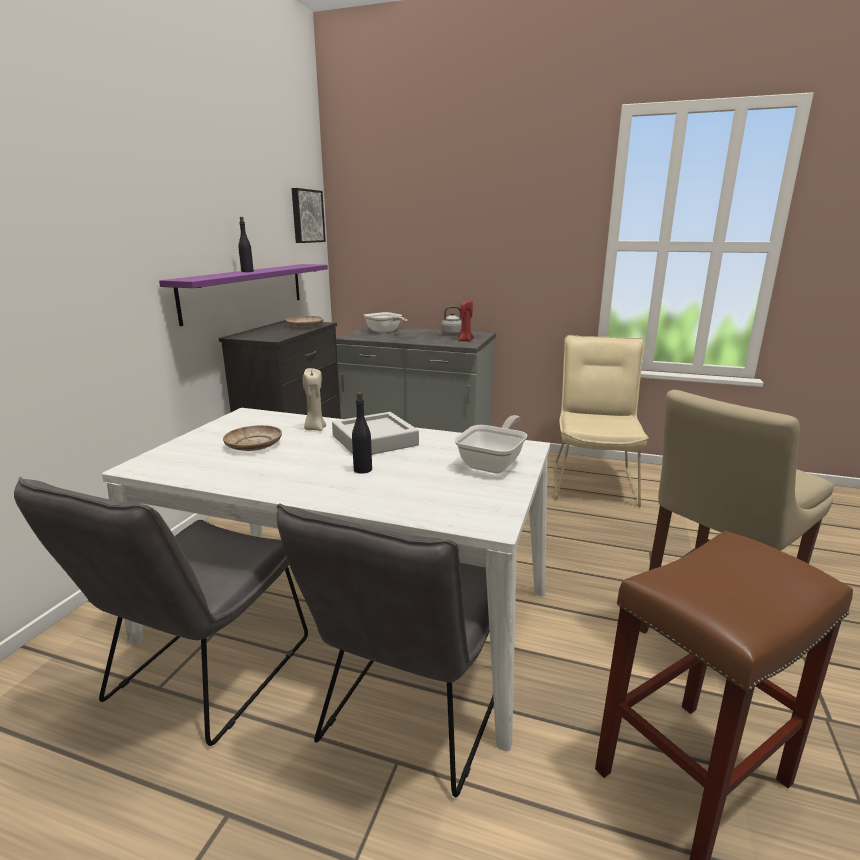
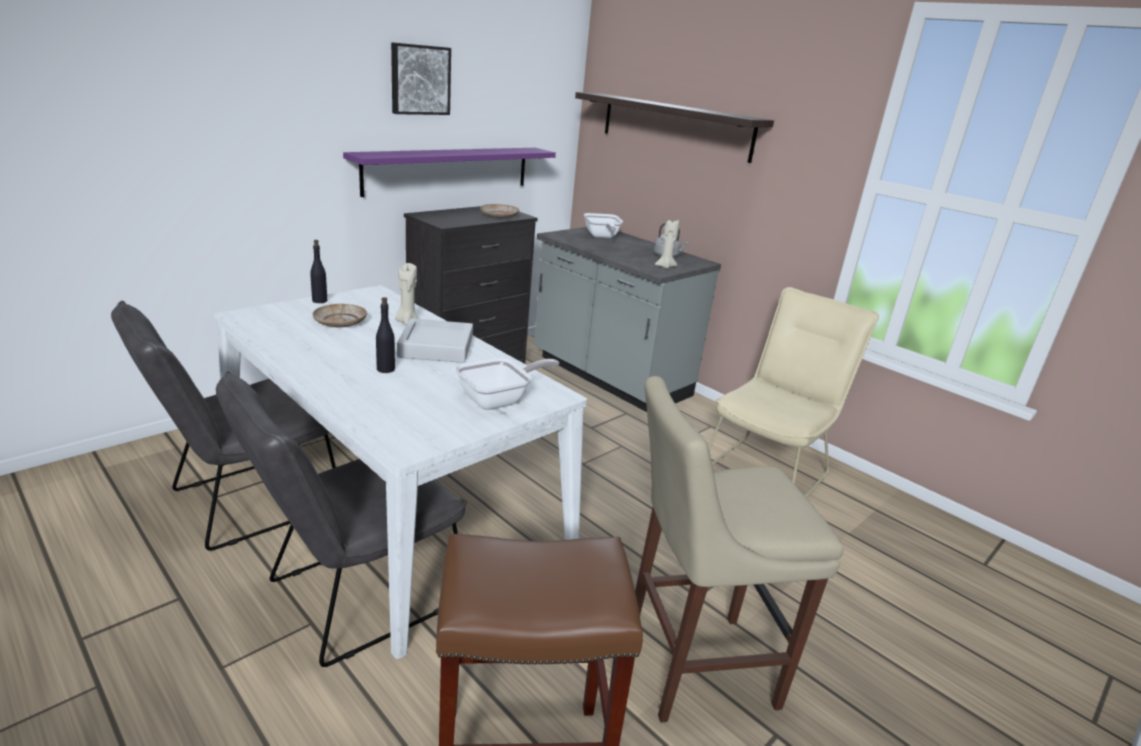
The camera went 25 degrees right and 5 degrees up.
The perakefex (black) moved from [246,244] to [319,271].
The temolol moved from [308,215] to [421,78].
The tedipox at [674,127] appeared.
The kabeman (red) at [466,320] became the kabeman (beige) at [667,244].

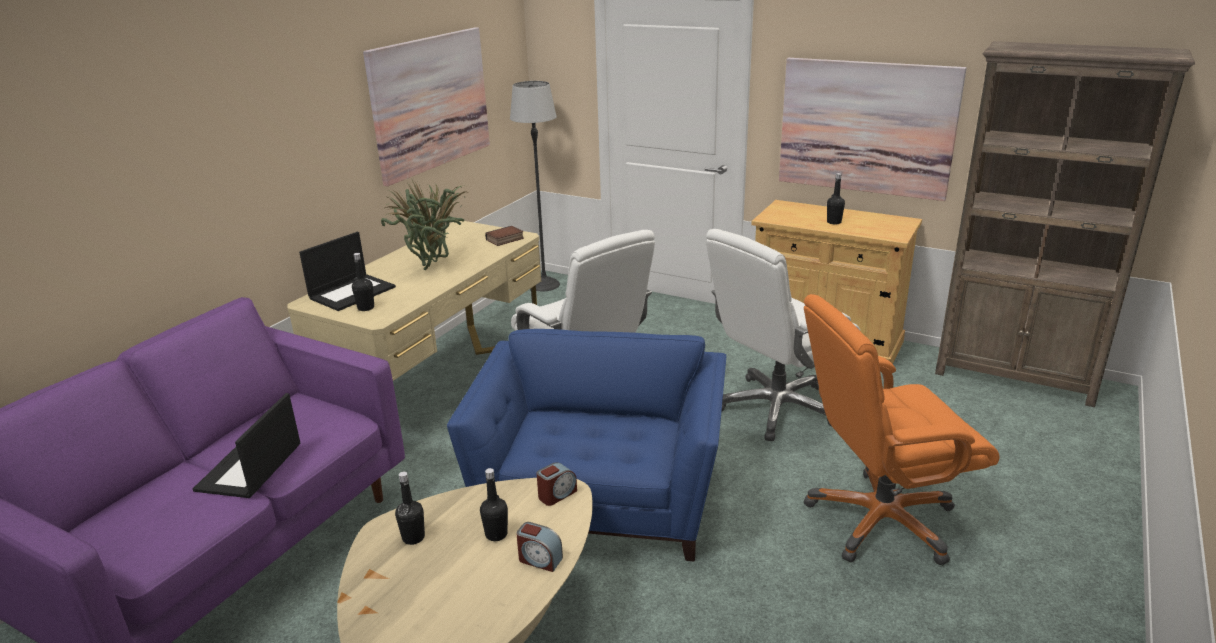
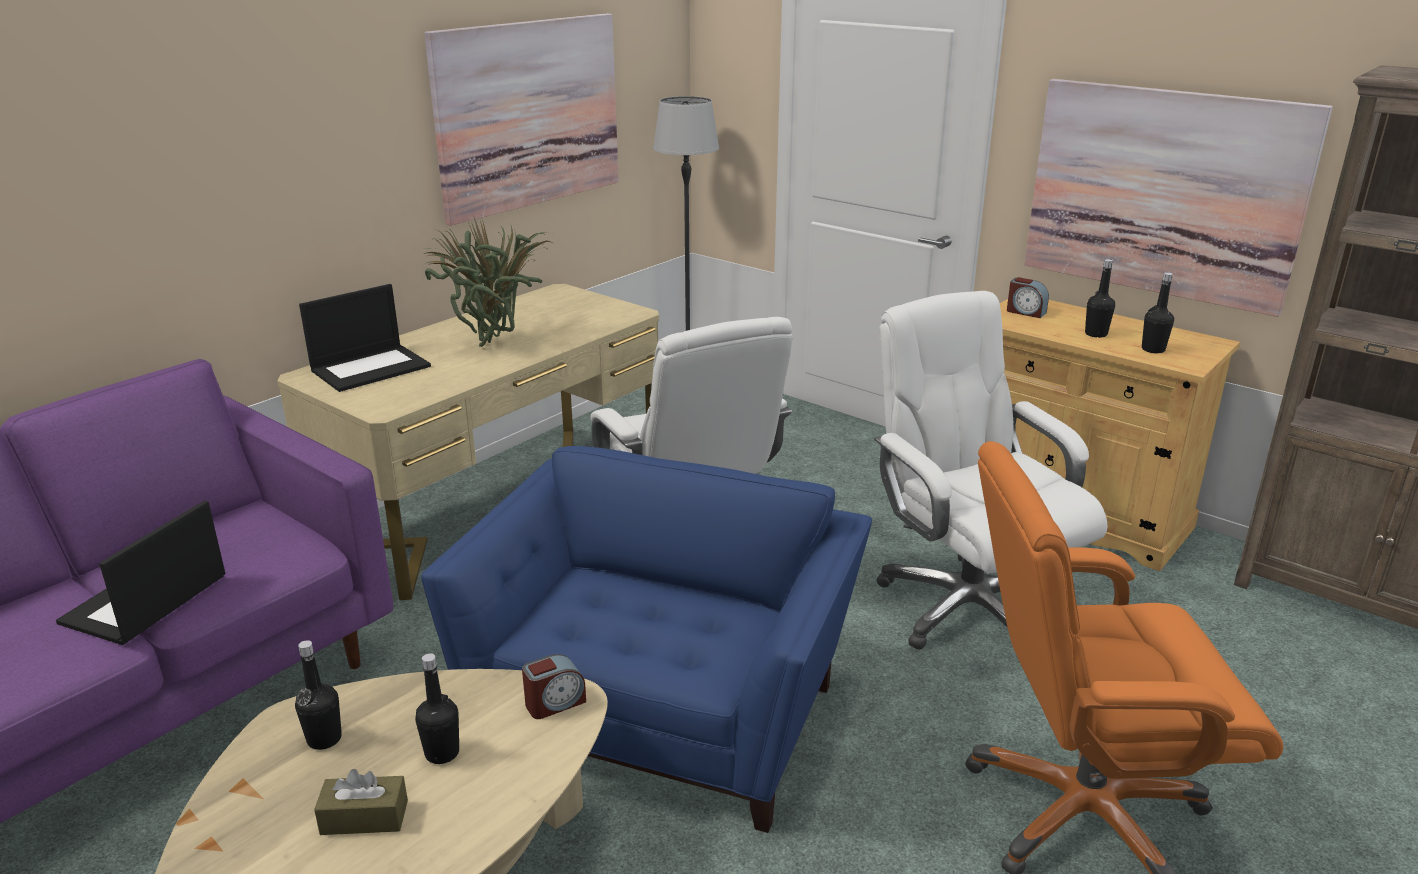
The camera went 10 degrees right and 0 degrees up.
The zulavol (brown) at [361,802] appeared.
The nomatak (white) at [783,335] turned 90 degrees clockwise.
The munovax moved from [539,547] to [1028,297].
The perakefex (black) moved from [363,282] to [1158,312].
The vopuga at [504,236] disappeared.

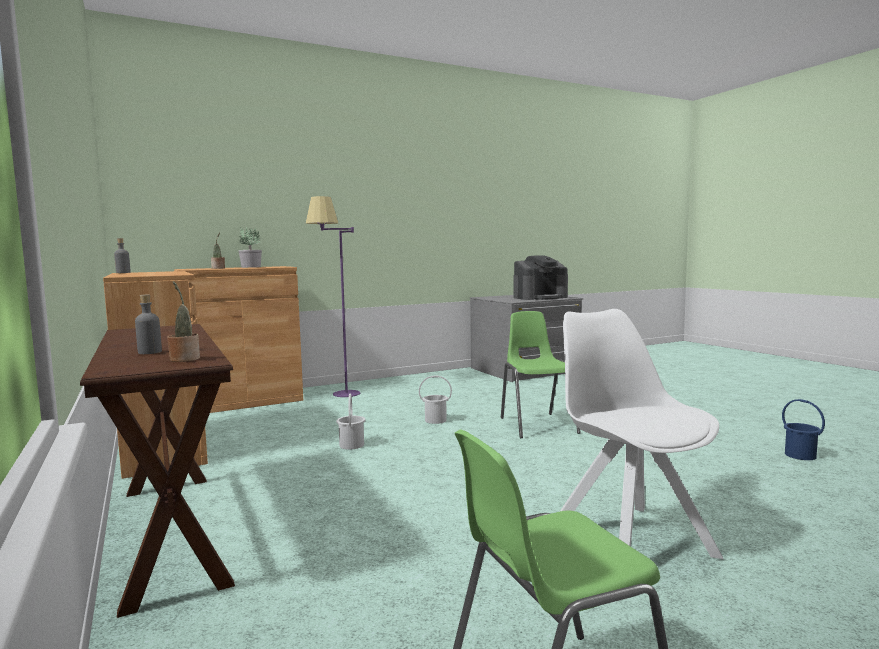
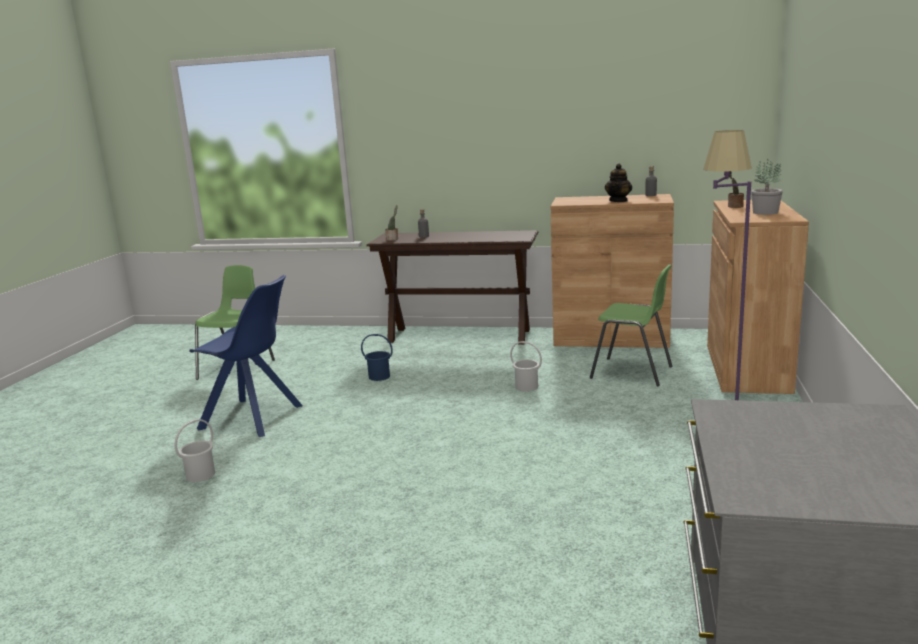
The camera went 130 degrees right and 10 degrees up.
The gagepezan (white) moved from [435,400] to [195,450].
The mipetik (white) at [642,434] became the mipetik (blue) at [246,356].
The gagepezan (blue) moved from [803,429] to [377,357].
The mipetik (green) moved from [541,374] to [631,325].
The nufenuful at [618,182] appeared.
The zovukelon at [541,277] disappeared.

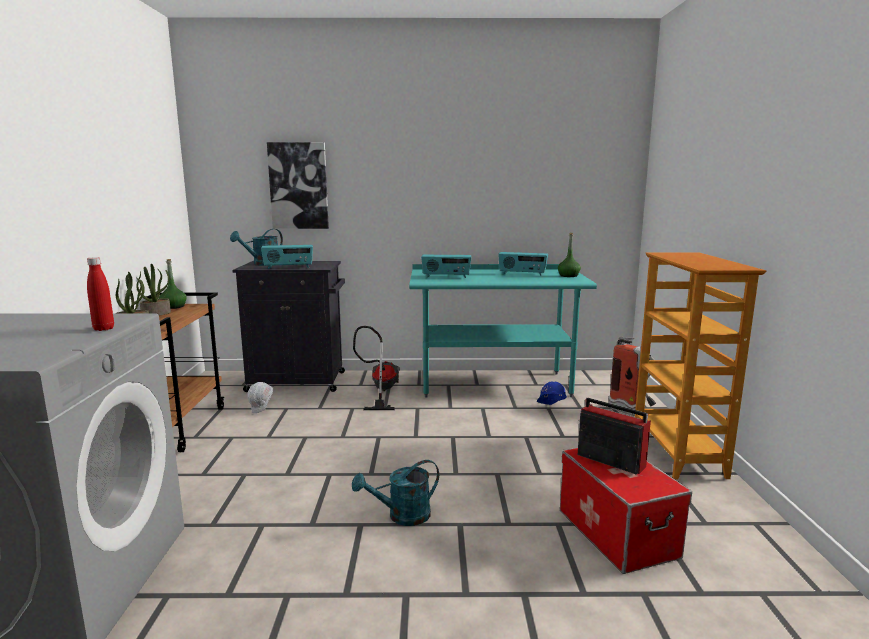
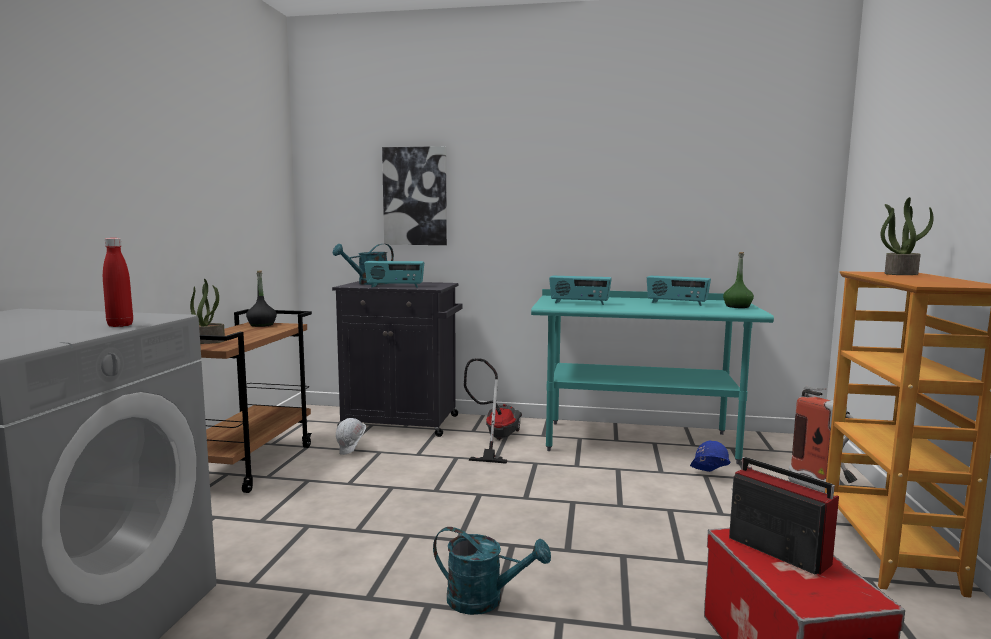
The camera went 10 degrees right and 5 degrees down.
The perakefex (green) at [173,284] became the perakefex (black) at [261,298].
The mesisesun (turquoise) at [395,493] turned 150 degrees counterclockwise.
The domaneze moved from [153,289] to [907,236].

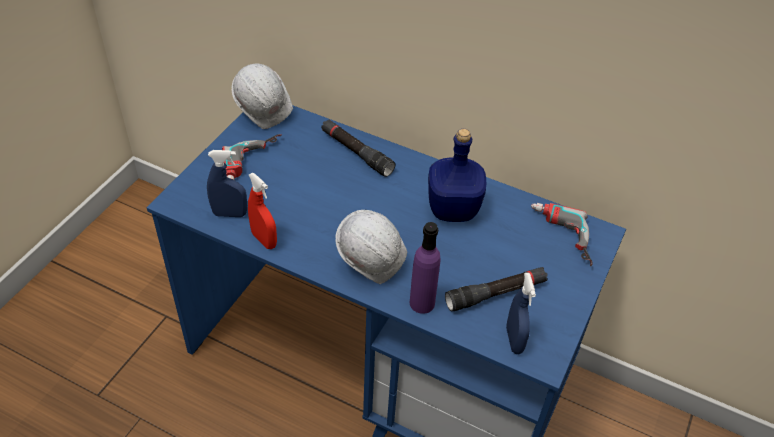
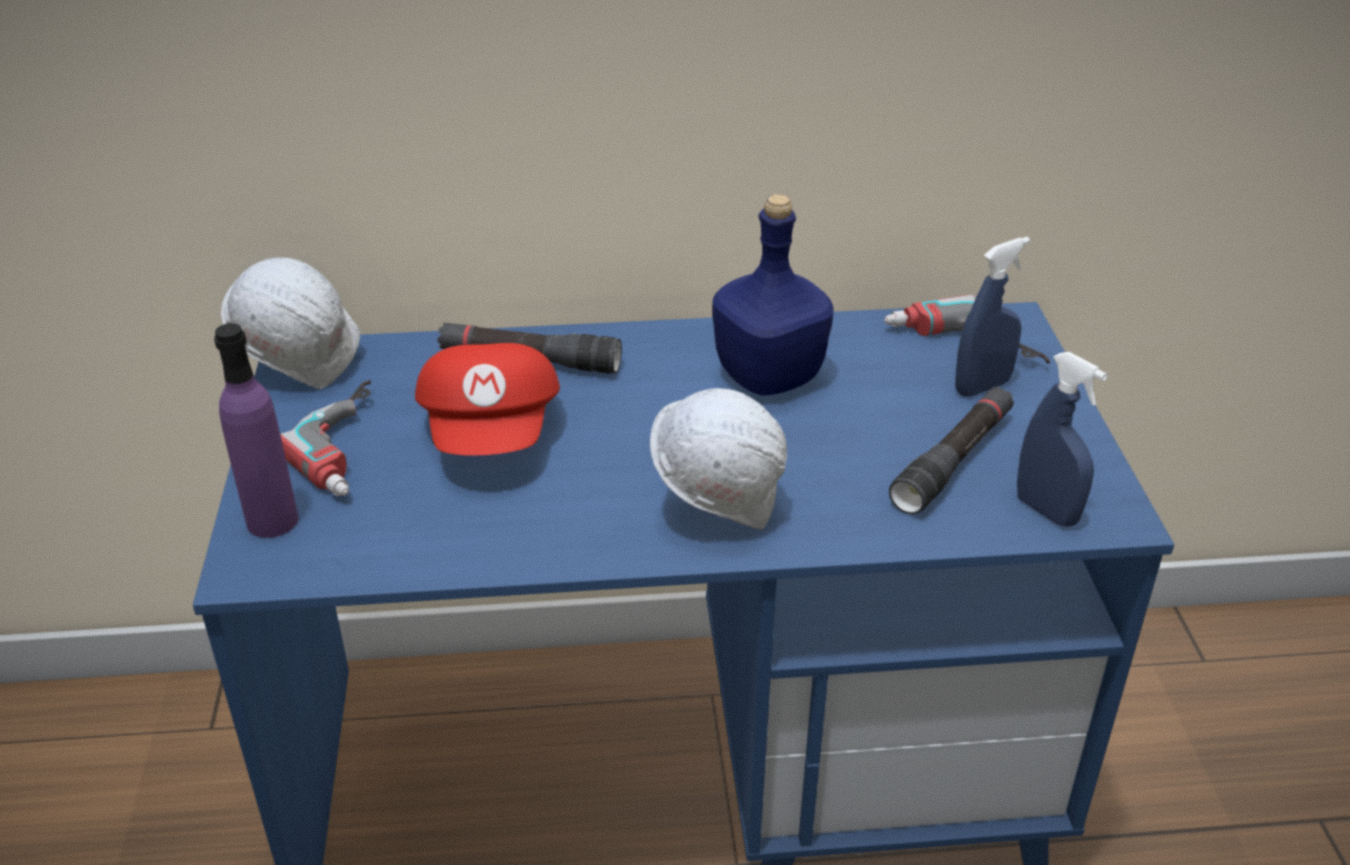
The camera went 30 degrees left and 10 degrees down.
The perakefex (purple) moved from [425,268] to [256,430].
The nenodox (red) at [487,399] appeared.
The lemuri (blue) moved from [227,183] to [992,316].
The lemuri (red) at [262,211] disappeared.

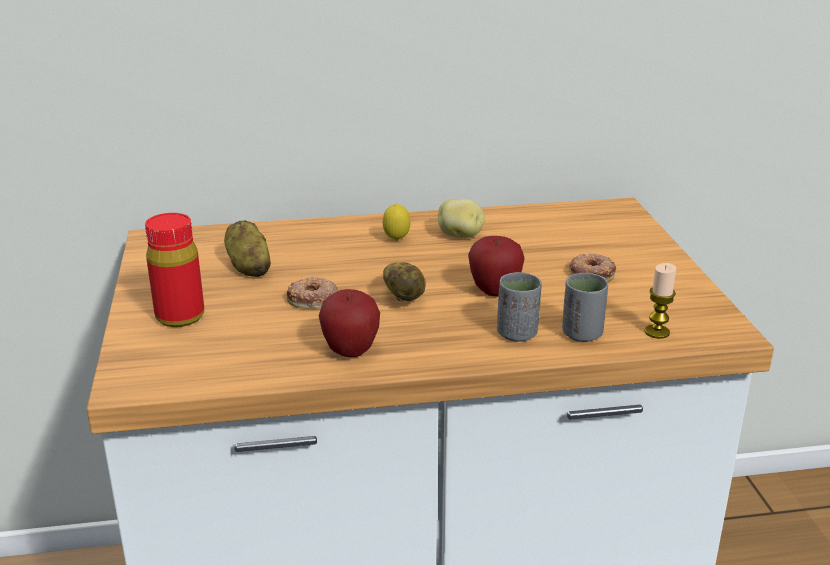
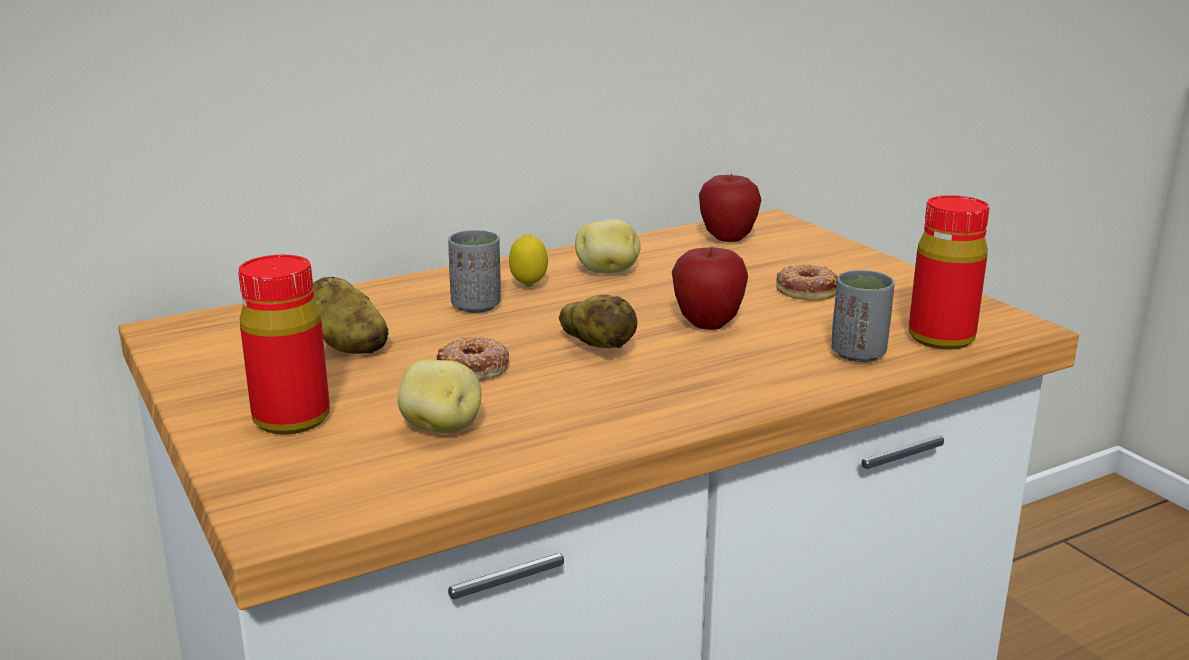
The camera went 20 degrees left and 5 degrees down.
The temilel at [439,396] appeared.
The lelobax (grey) moved from [519,307] to [474,271].
The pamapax moved from [349,323] to [730,207].
The kabeman at [660,301] was replaced by the perakefex (red) at [949,272].

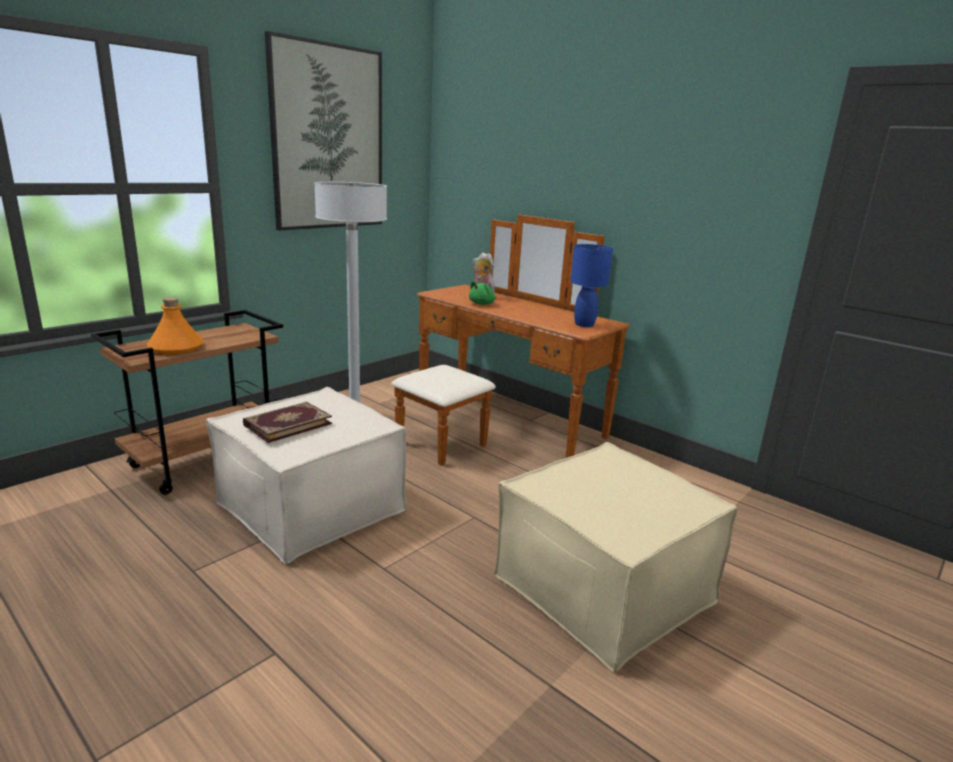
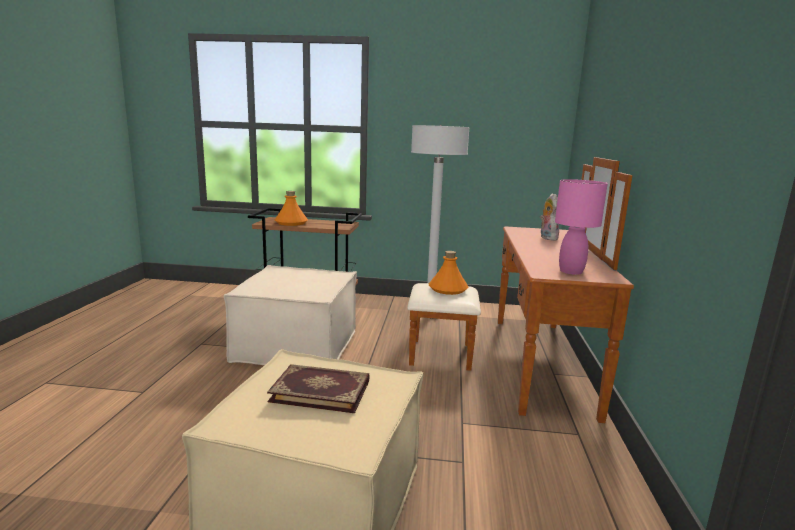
The camera went 55 degrees right and 5 degrees down.
The vopuga moved from [287,422] to [318,388].
The perakefex (orange) at [448,273] appeared.
The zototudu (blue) at [591,285] became the zototudu (pink) at [581,227].
The temolol at [323,131] disappeared.
The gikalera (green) at [482,293] disappeared.

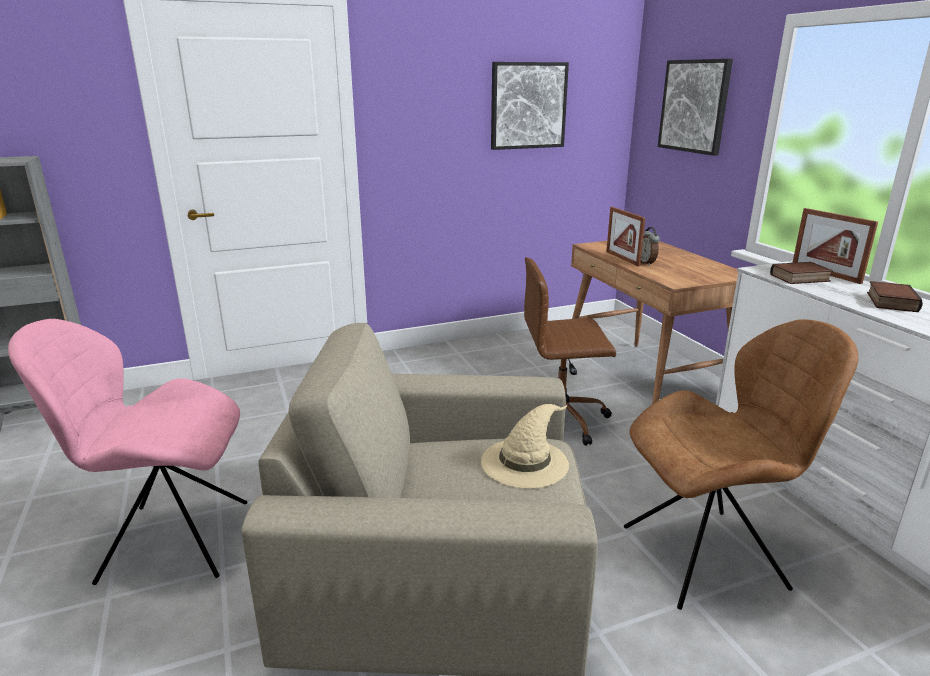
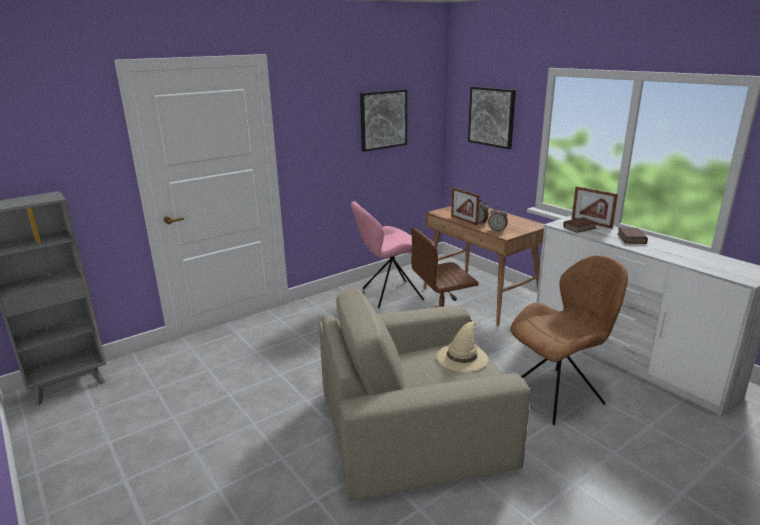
The camera went 15 degrees left and 0 degrees up.
The mipetik (pink) moved from [127,452] to [387,254].
The munovax at [498,219] appeared.

